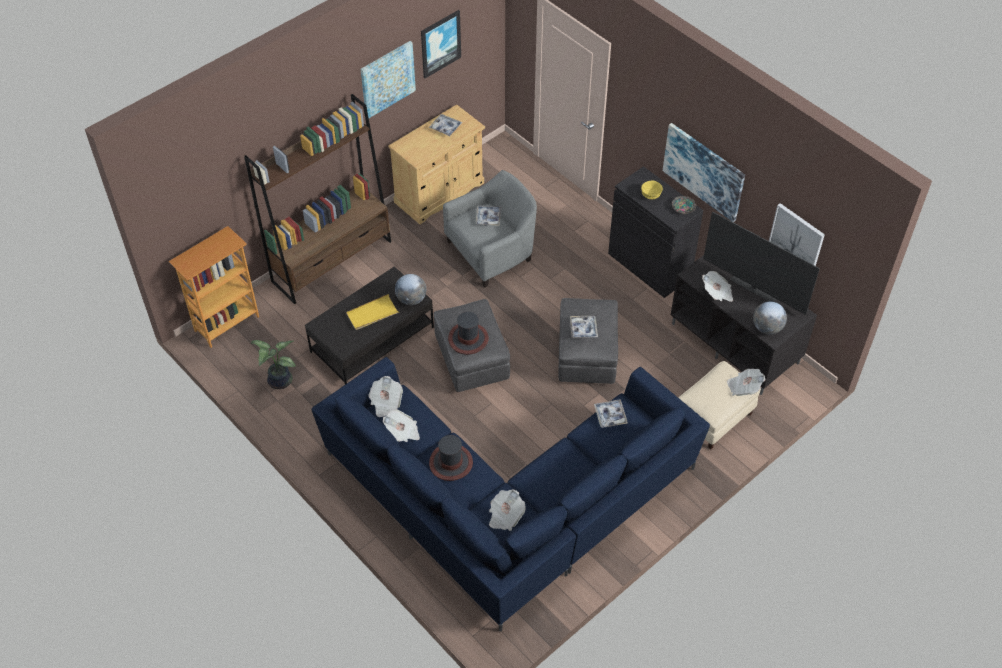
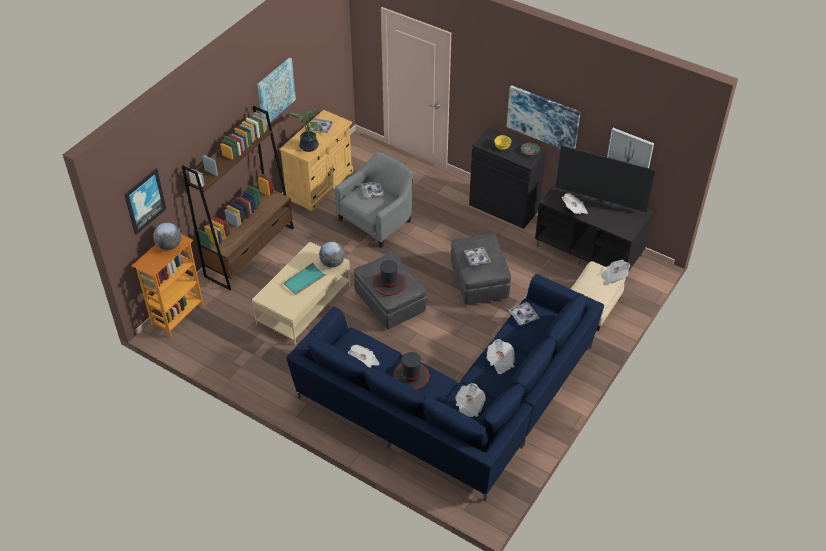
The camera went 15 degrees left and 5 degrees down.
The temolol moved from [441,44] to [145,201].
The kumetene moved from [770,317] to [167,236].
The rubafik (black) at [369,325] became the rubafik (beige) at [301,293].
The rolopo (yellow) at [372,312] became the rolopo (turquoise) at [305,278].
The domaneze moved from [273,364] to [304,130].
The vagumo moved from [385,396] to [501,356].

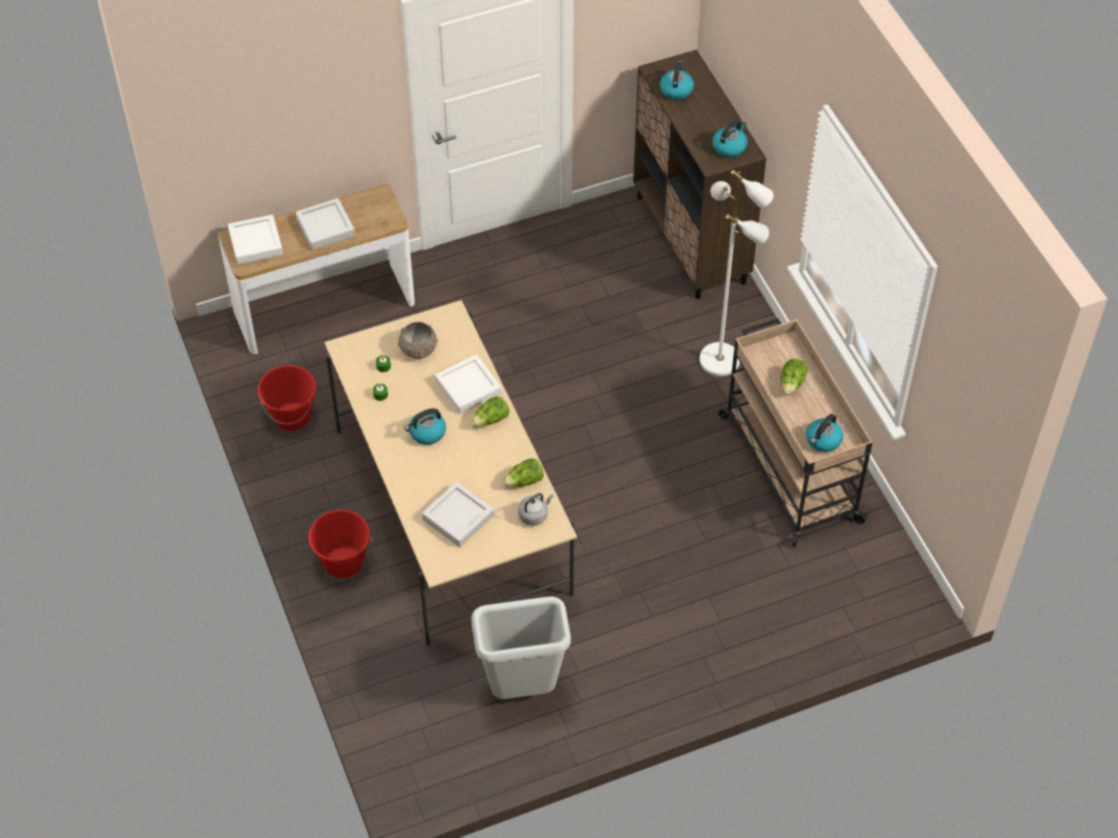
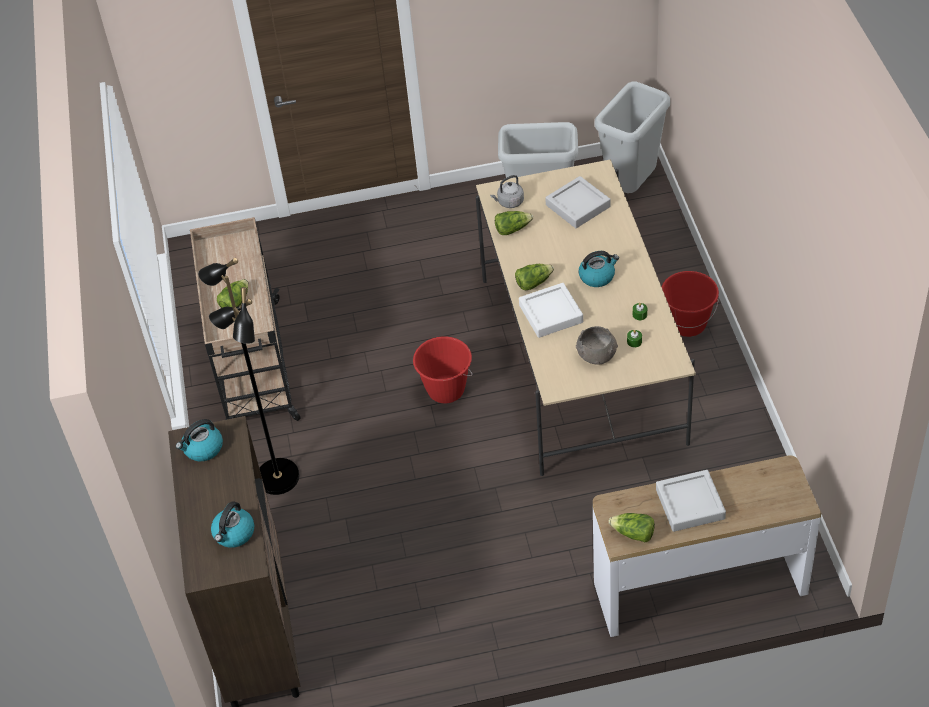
The camera went 165 degrees left and 5 degrees down.
The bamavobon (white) at [736,272] became the bamavobon (black) at [249,376].
The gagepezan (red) moved from [287,398] to [442,370].
The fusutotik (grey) at [632,137] appeared.
The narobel at [632,527] appeared.
The rolopo (white) at [255,239] disappeared.
The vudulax at [824,433] disappeared.

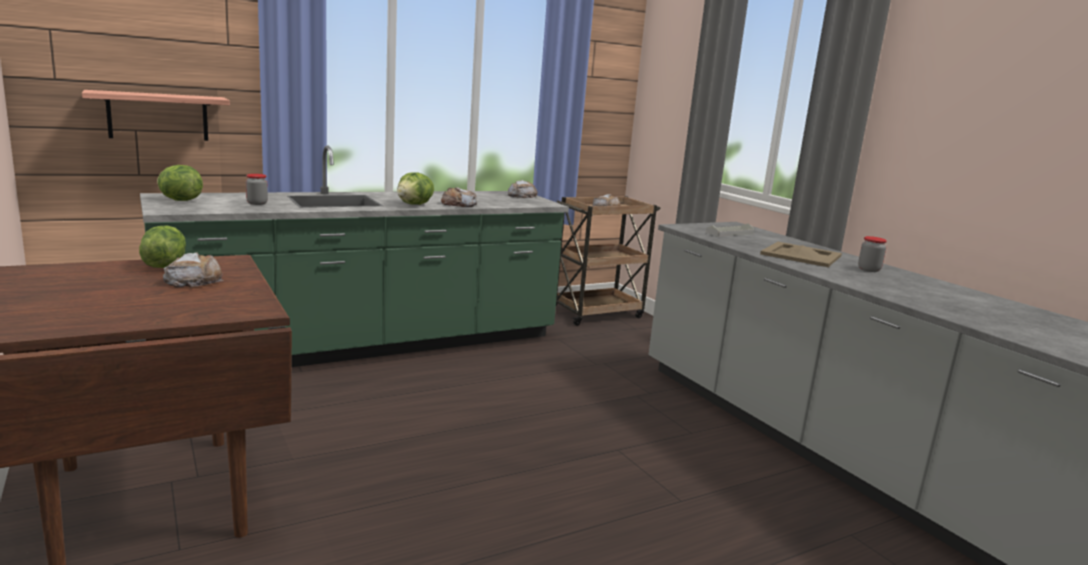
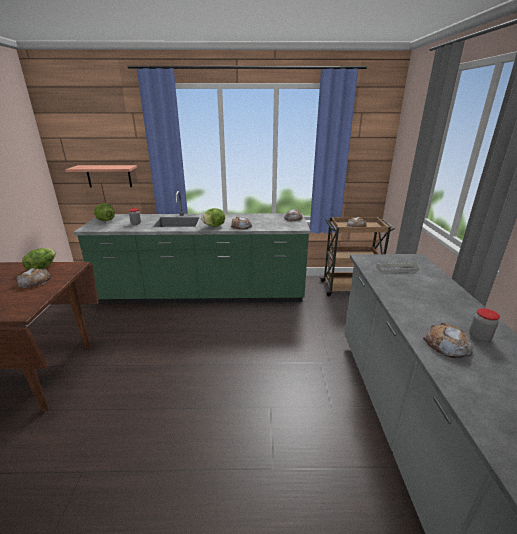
The camera went 30 degrees right and 10 degrees up.
The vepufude at [448,340] appeared.
The rolopo (beige) at [801,254] disappeared.

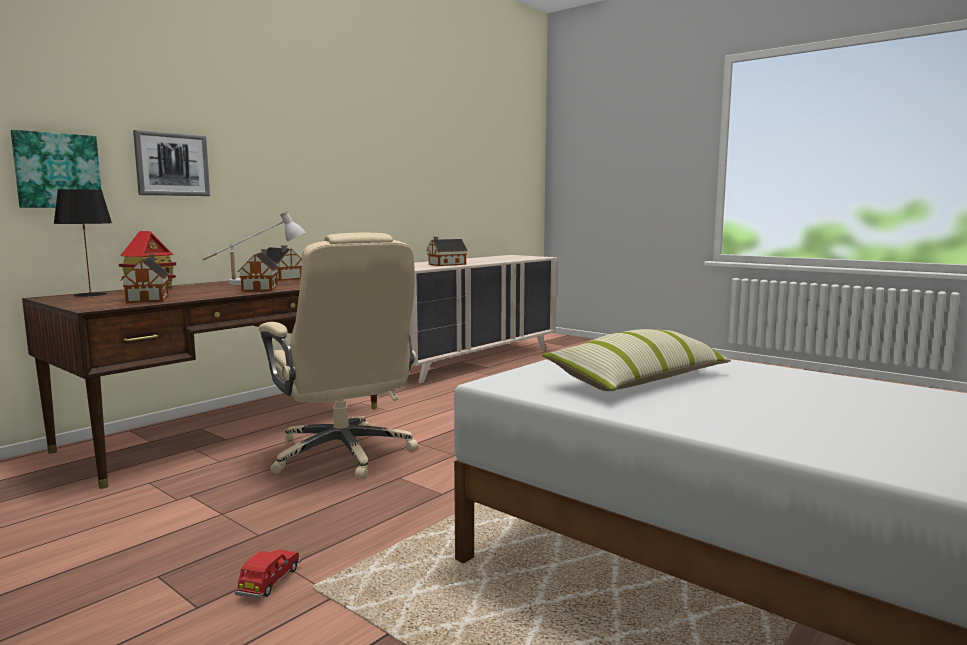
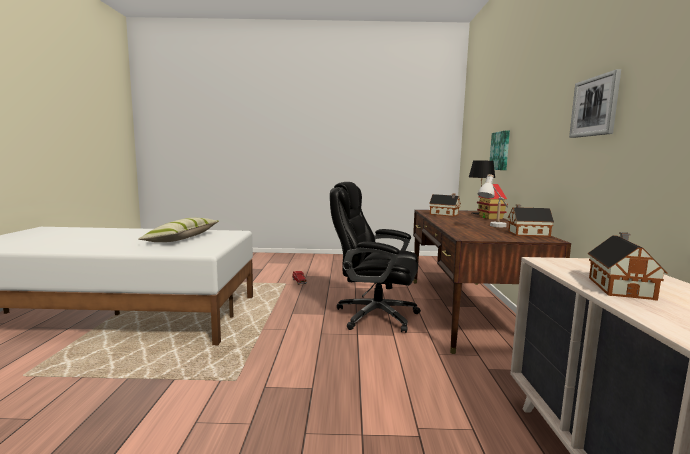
The camera went 140 degrees right and 0 degrees up.
The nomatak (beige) at [338,356] became the nomatak (black) at [375,257].
The temolol moved from [171,163] to [595,103].
The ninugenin at [258,270] disappeared.

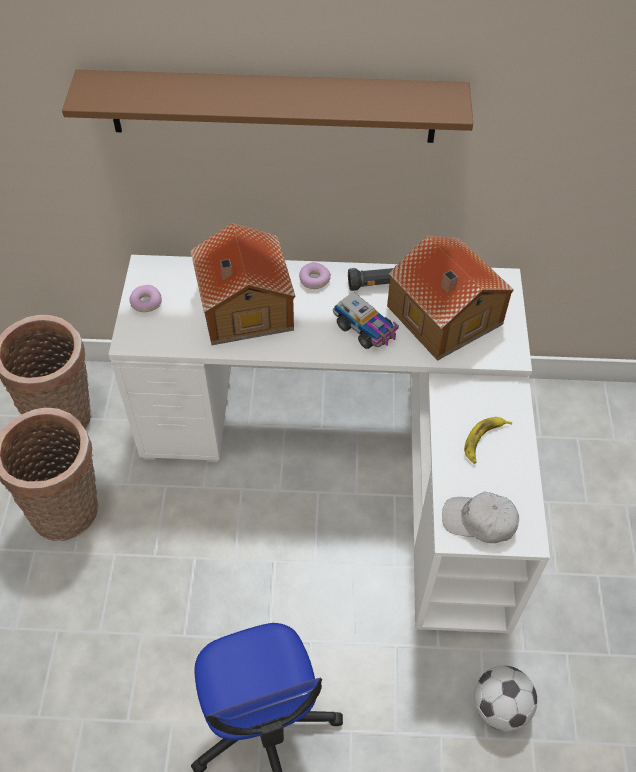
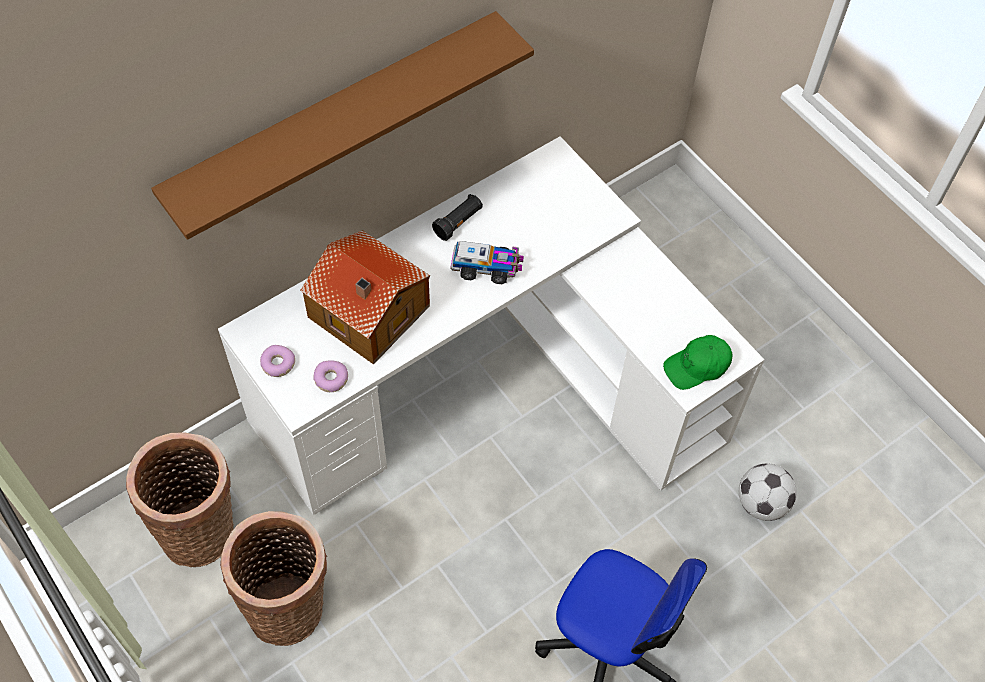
The camera went 40 degrees left and 5 degrees up.
The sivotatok moved from [315,275] to [330,376].
The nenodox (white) at [480,517] became the nenodox (green) at [697,362].
The ninugenin at [450,298] disappeared.
The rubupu at [488,440] disappeared.

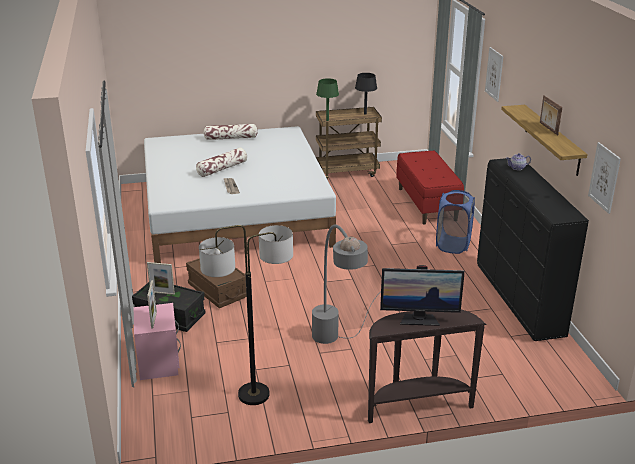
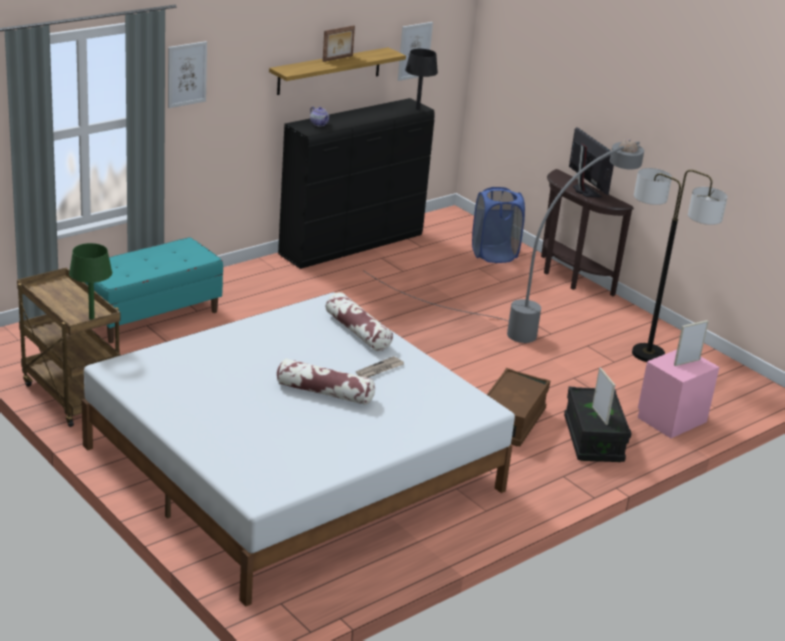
The camera went 120 degrees left and 0 degrees up.
The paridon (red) at [430,188] became the paridon (turquoise) at [153,290].
The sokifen moved from [230,132] to [359,321].
The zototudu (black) moved from [366,94] to [421,79].
The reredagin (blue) moved from [455,222] to [498,225].

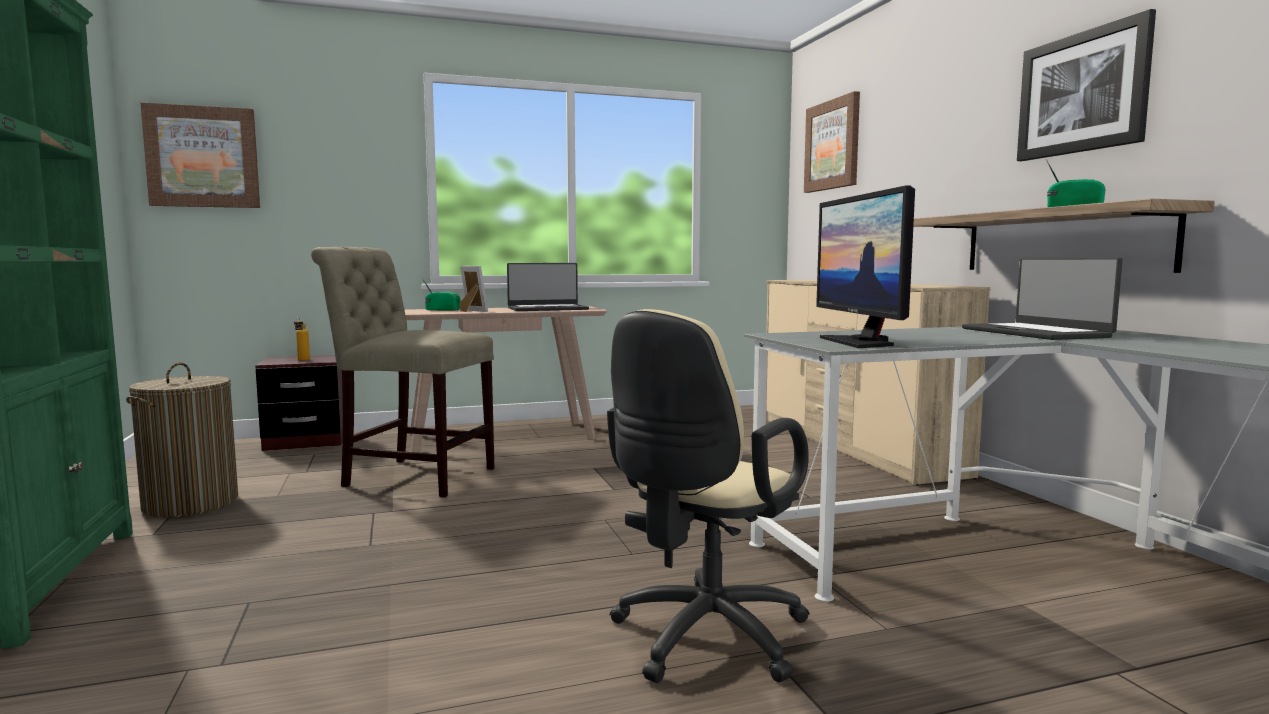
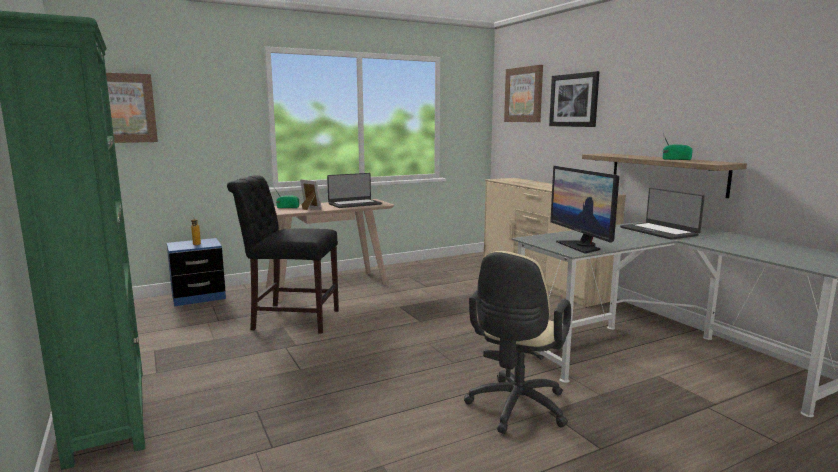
The camera went 10 degrees left and 5 degrees up.
The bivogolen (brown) at [299,403] became the bivogolen (blue) at [196,272].
The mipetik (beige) at [402,371] became the mipetik (black) at [283,254].
The temolol moved from [1086,85] to [574,99].
The reredagin at [182,440] disappeared.

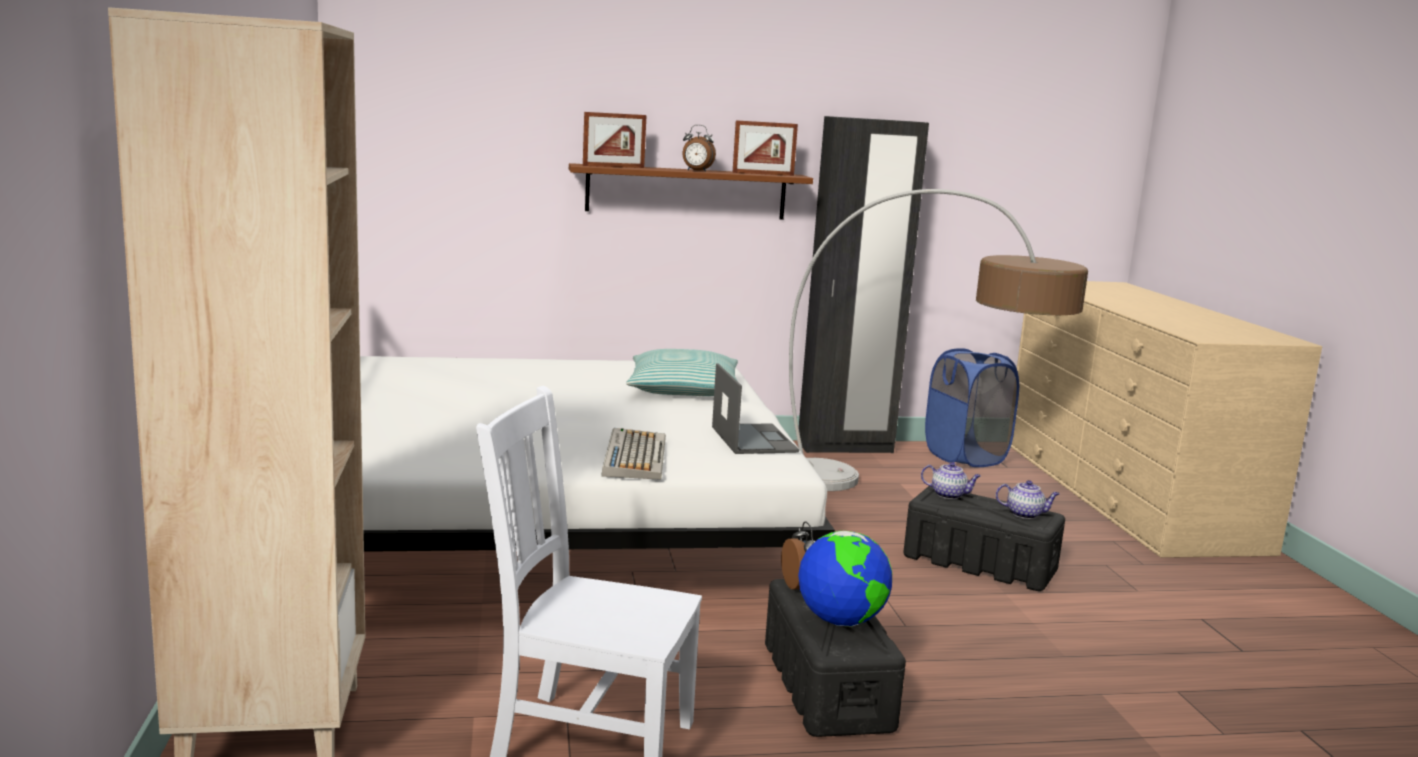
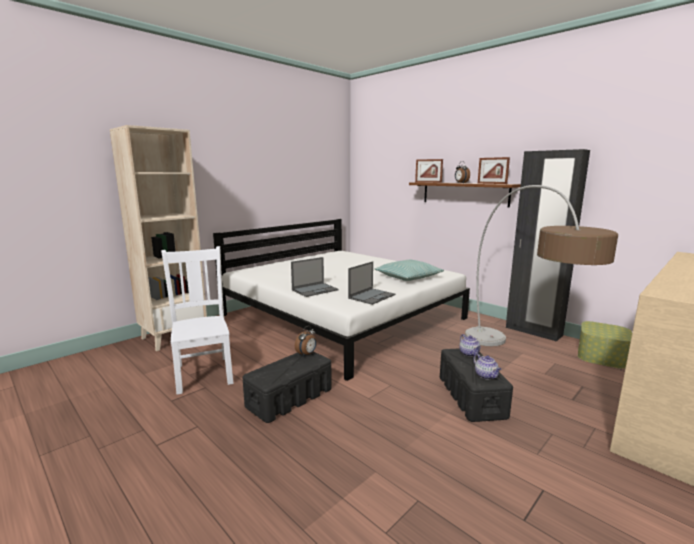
The camera went 55 degrees right and 0 degrees up.
The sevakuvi at [633,454] was replaced by the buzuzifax at [315,277].
The reredagin (blue) at [972,407] was replaced by the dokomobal at [605,345].
The kumetene at [845,578] disappeared.

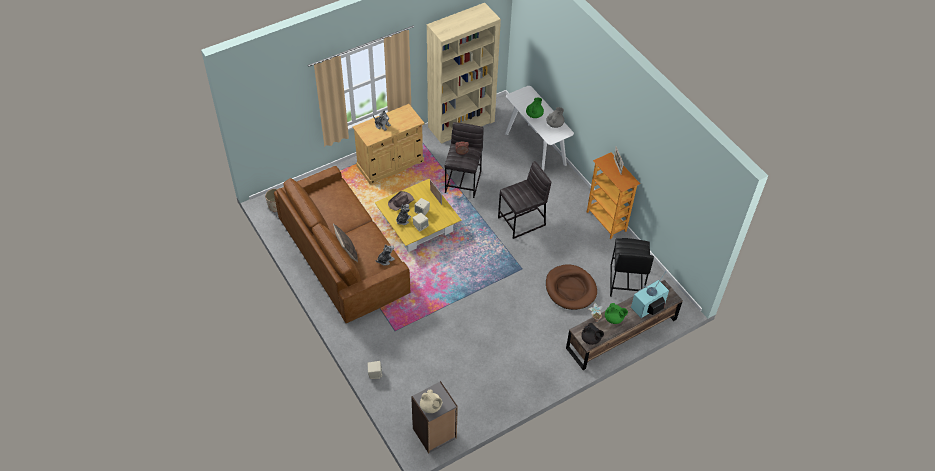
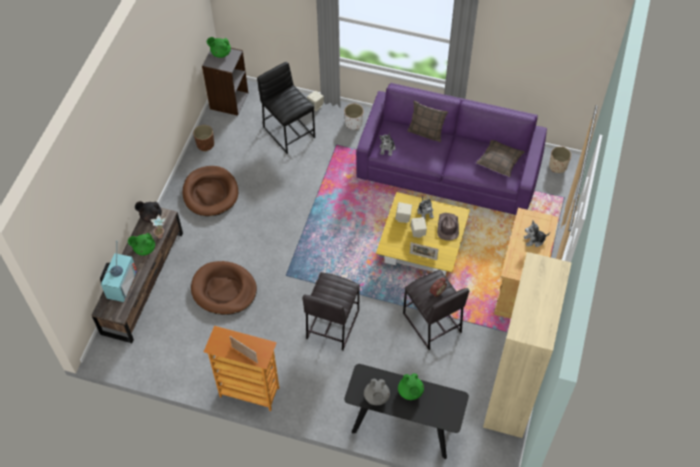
The camera went 140 degrees right and 5 degrees up.
The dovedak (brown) at [210,191] appeared.
The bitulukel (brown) at [203,138] appeared.
The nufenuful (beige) at [431,401] became the nufenuful (green) at [219,47].
The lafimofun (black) moved from [632,267] to [286,108].
The bitulukel (white) at [354,117] appeared.
The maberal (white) at [539,128] became the maberal (black) at [406,411].
The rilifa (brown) at [342,244] became the rilifa (purple) at [451,149].
The sokifen at [500,158] appeared.

